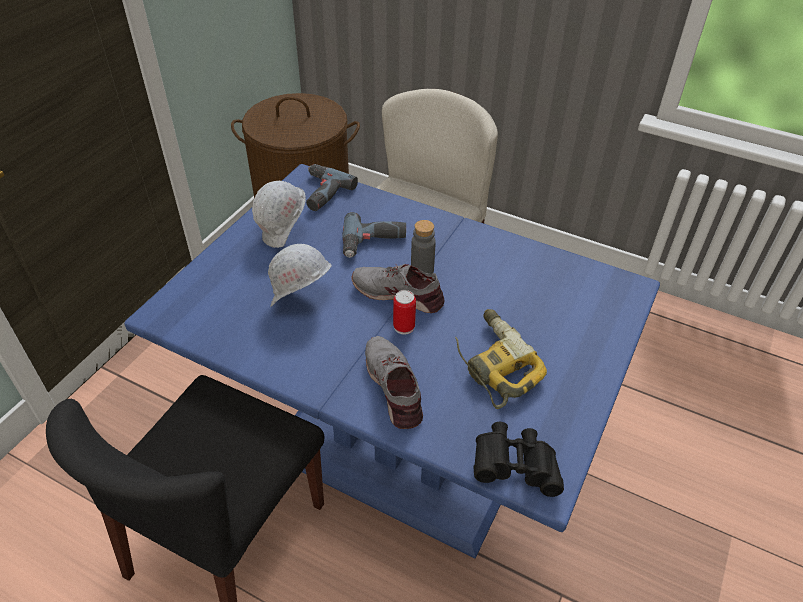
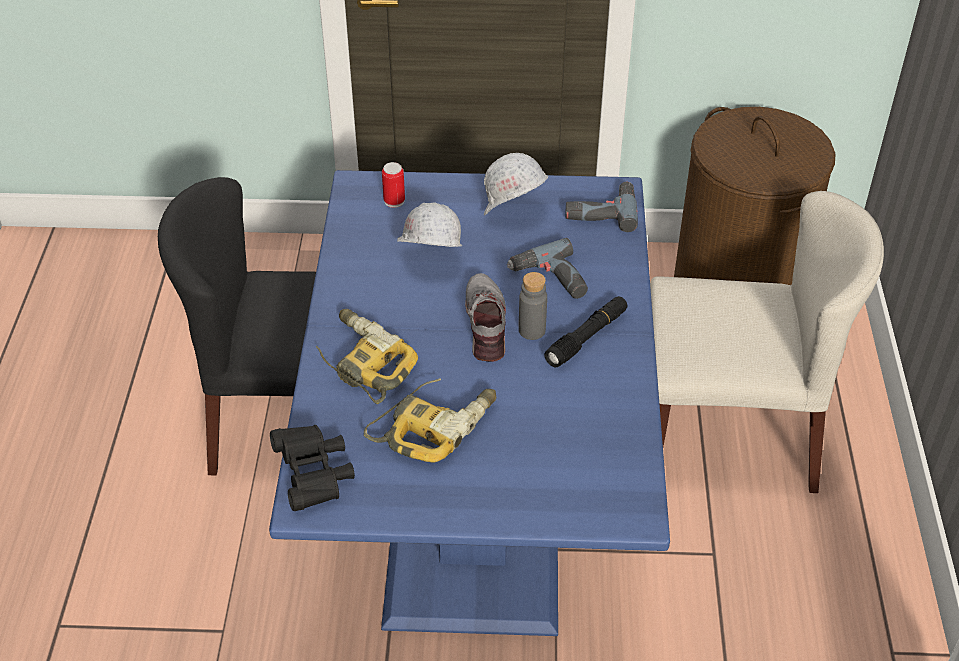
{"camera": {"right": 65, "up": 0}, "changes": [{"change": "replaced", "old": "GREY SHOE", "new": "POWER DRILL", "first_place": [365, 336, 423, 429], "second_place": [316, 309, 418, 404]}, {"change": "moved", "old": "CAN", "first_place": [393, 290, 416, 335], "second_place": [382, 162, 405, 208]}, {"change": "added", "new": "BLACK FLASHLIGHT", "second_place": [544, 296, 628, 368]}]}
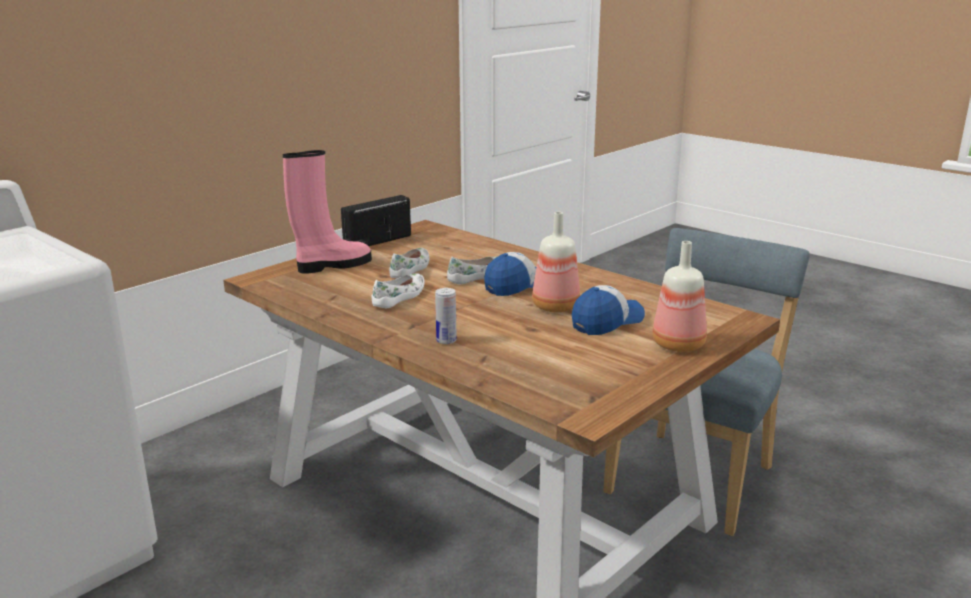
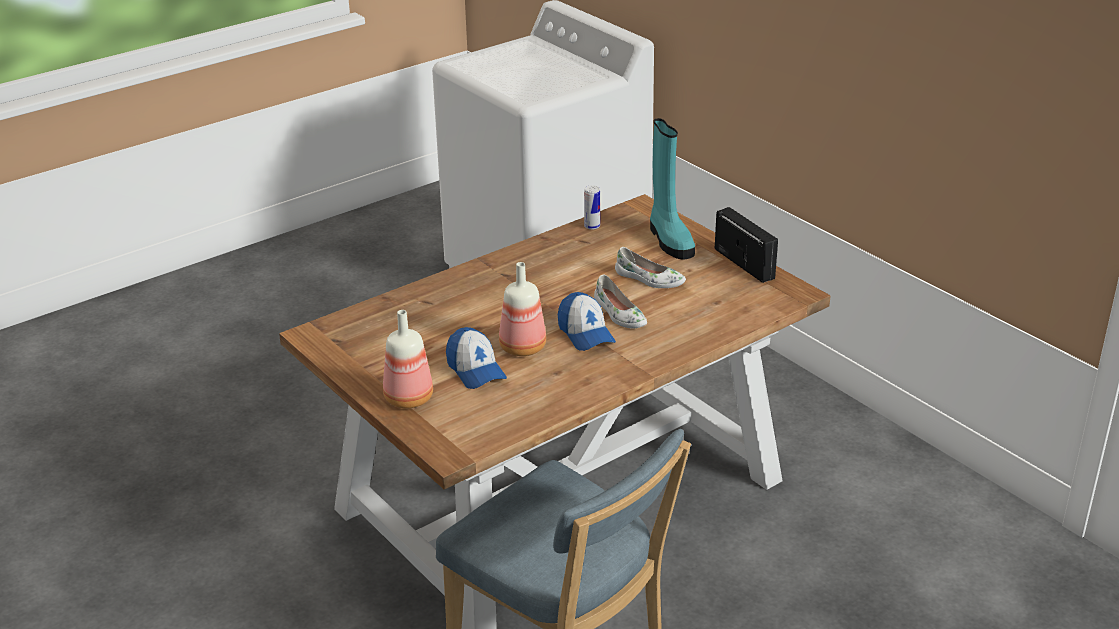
{"camera": {"right": 100, "up": 10}, "changes": [{"change": "recoloured", "old": "PINK BOOT", "new": "TURQUOISE BOOT", "first_place": [283, 150, 372, 274], "second_place": [650, 118, 695, 260]}, {"change": "removed", "old": "WHITE SHOE", "first_place": [372, 274, 425, 308]}, {"change": "moved", "old": "CAN", "first_place": [435, 288, 457, 344], "second_place": [584, 185, 600, 230]}]}
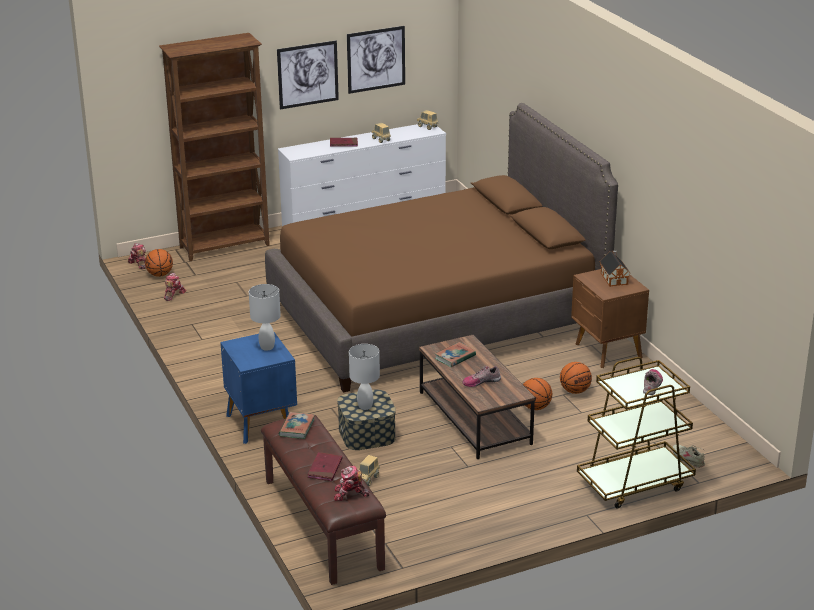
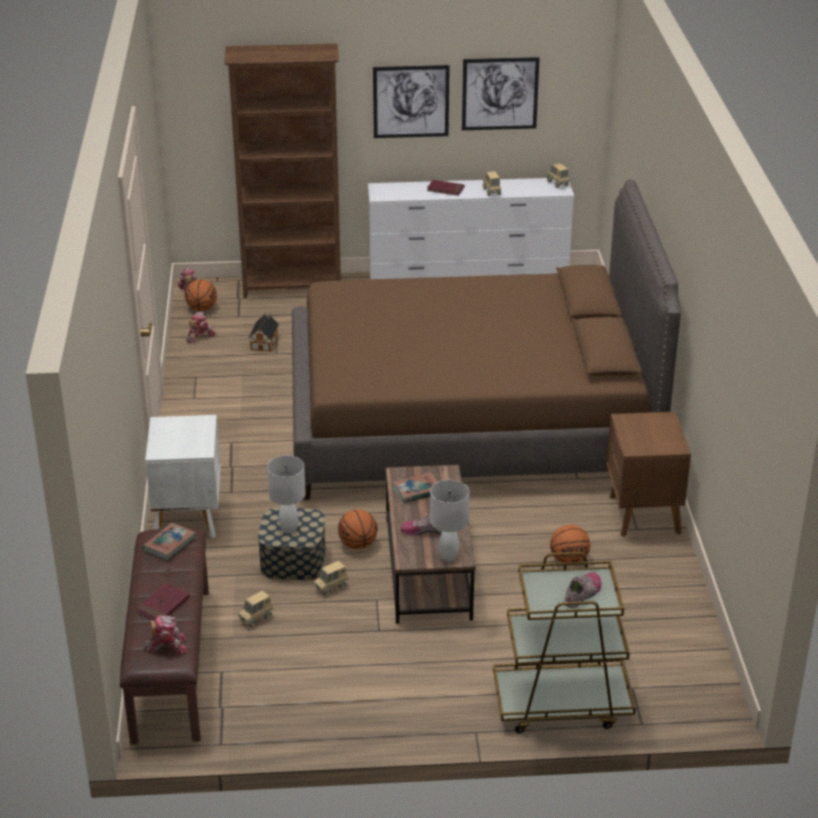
{"camera": {"right": 20, "up": 5}, "changes": [{"change": "recoloured", "old": "BLUE NIGHTSTAND", "new": "WHITE NIGHTSTAND", "first_place": [220, 332, 297, 444], "second_place": [145, 415, 220, 538]}, {"change": "moved", "old": "WHITE TABLE LAMP", "first_place": [249, 284, 281, 351], "second_place": [430, 480, 469, 561]}, {"change": "turned", "old": "TOY ROBOT", "first_place": [334, 466, 369, 501], "second_place": [144, 615, 188, 655], "degrees": 150}, {"change": "moved", "old": "BASKETBALL", "first_place": [523, 378, 552, 410], "second_place": [338, 509, 377, 549]}, {"change": "moved", "old": "TOY HOUSE", "first_place": [599, 250, 630, 287], "second_place": [248, 313, 279, 352]}, {"change": "removed", "old": "BEIGE SHOE", "first_place": [673, 444, 705, 468]}, {"change": "added", "new": "TOY TRUCK", "second_place": [314, 561, 349, 596]}]}
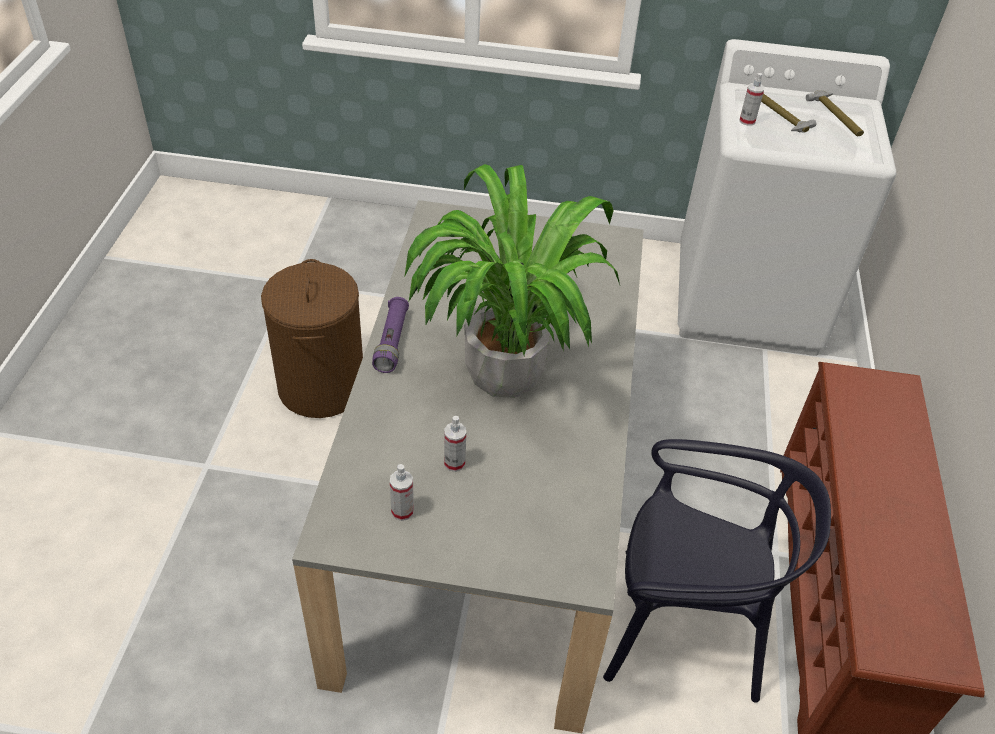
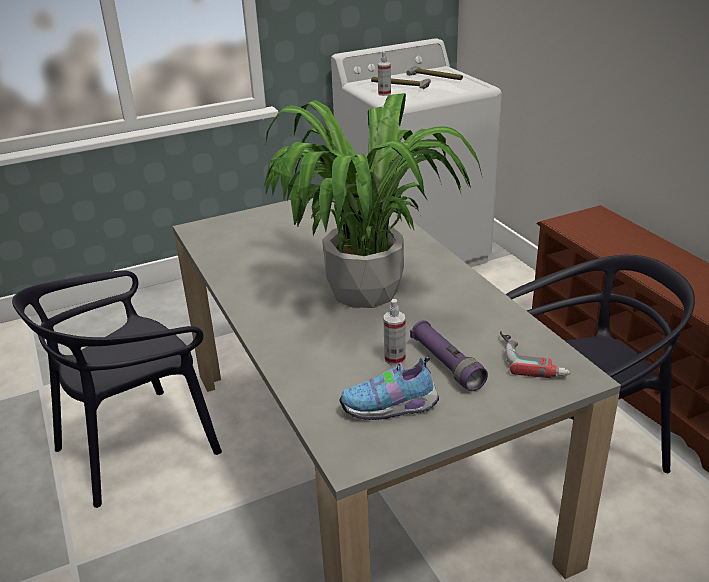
{"camera": {"right": -30, "up": -15}, "changes": [{"change": "replaced", "old": "BROWN LAUNDRY BASKET", "new": "BLACK CHAIR", "first_place": [261, 259, 363, 418], "second_place": [12, 270, 222, 508]}, {"change": "moved", "old": "PURPLE FLASHLIGHT", "first_place": [372, 297, 409, 373], "second_place": [410, 320, 488, 391]}, {"change": "replaced", "old": "SPRAY BOTTLE", "new": "SHOE", "first_place": [390, 464, 414, 521], "second_place": [340, 356, 439, 420]}, {"change": "added", "new": "POWER DRILL", "second_place": [500, 331, 570, 378]}]}
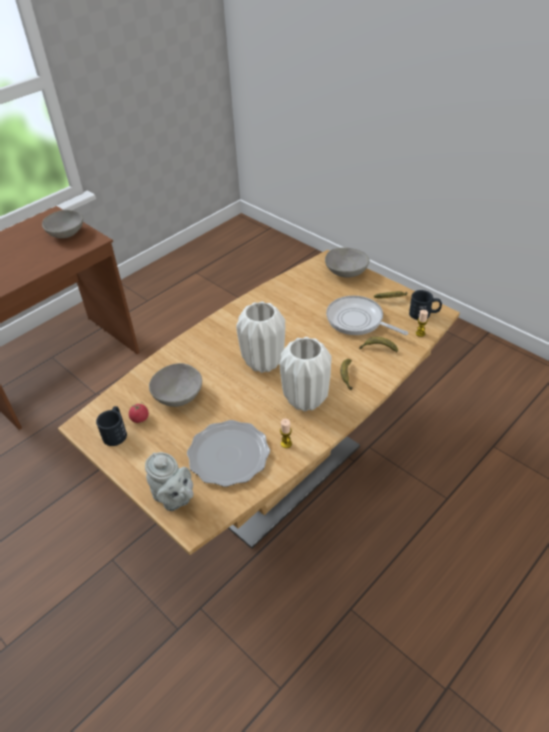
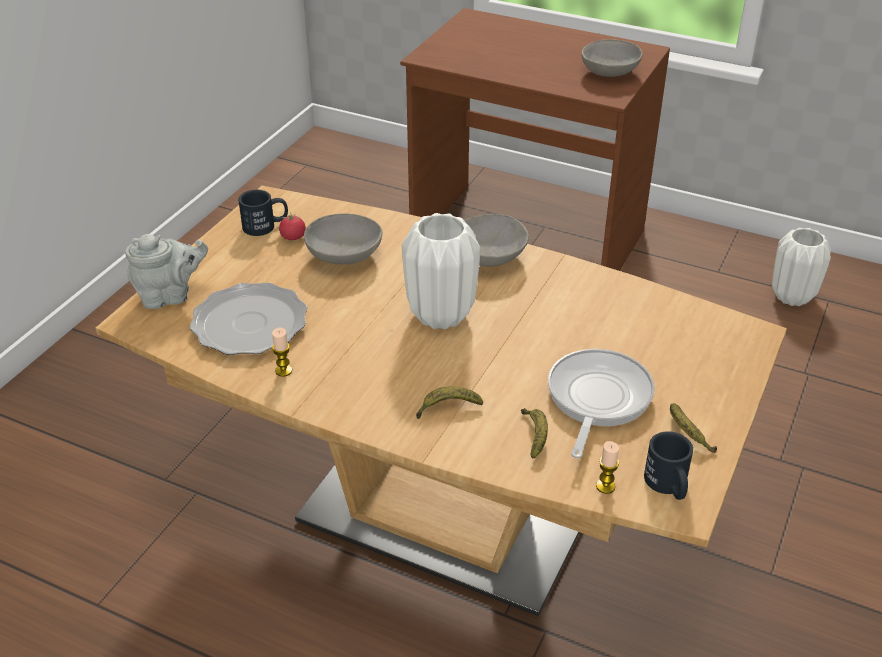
{"camera": {"right": 70, "up": -5}, "changes": [{"change": "turned", "old": "GREY TEAPOT", "first_place": [145, 452, 193, 511], "second_place": [125, 234, 208, 309], "degrees": -135}, {"change": "moved", "old": "WHITE VASE", "first_place": [280, 337, 332, 411], "second_place": [772, 228, 831, 306]}, {"change": "moved", "old": "GREY BOWL", "first_place": [325, 248, 369, 278], "second_place": [464, 214, 529, 267]}]}
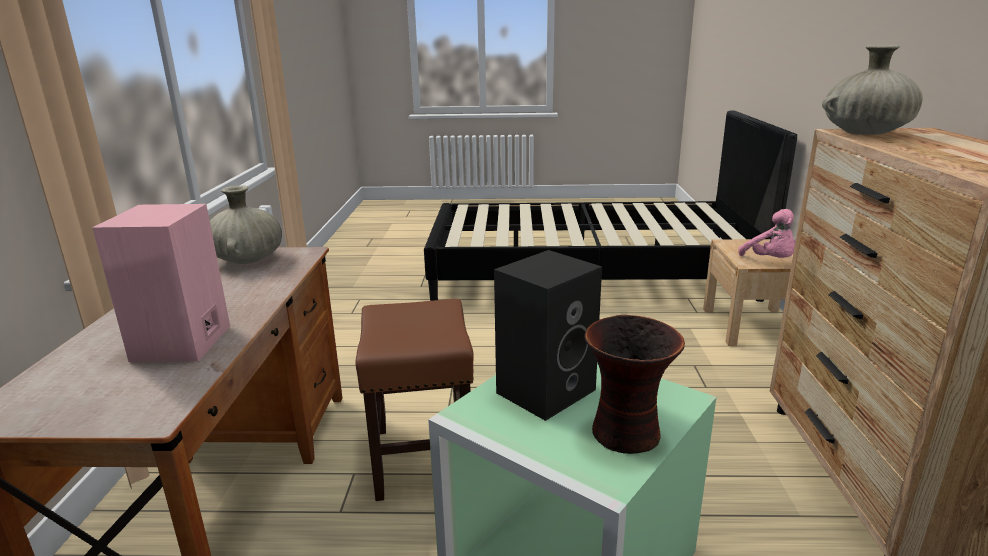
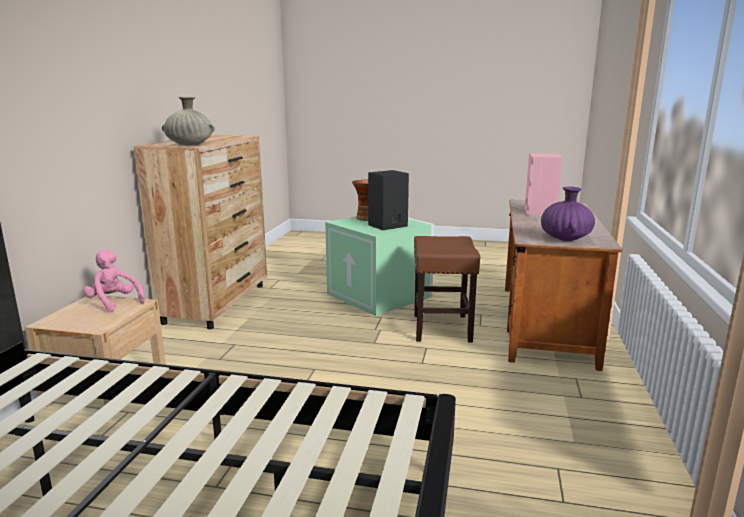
{"camera": {"right": -170, "up": -5}, "changes": [{"change": "recoloured", "old": "BEIGE VASE", "new": "PURPLE VASE", "first_place": [210, 185, 282, 264], "second_place": [541, 187, 595, 241]}, {"change": "turned", "old": "PINK PLUSH TOY", "first_place": [738, 209, 796, 258], "second_place": [83, 249, 145, 312], "degrees": -45}]}
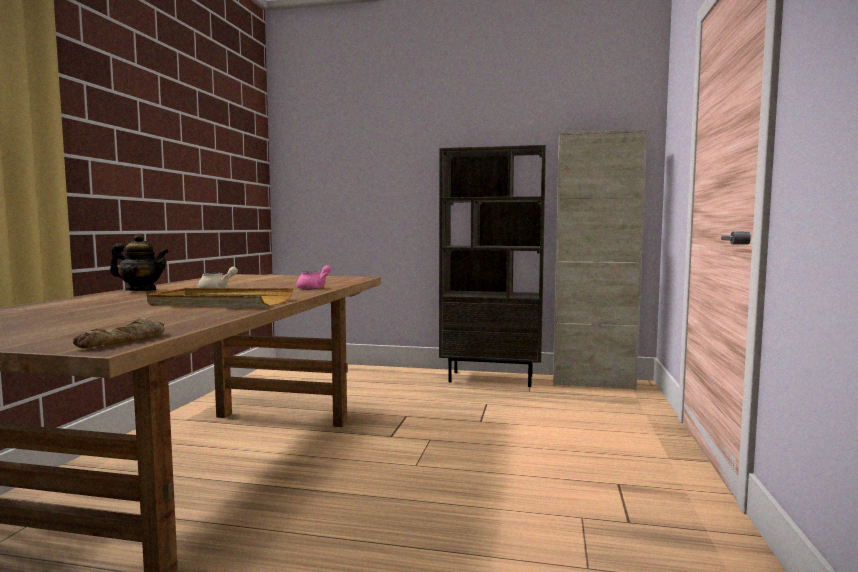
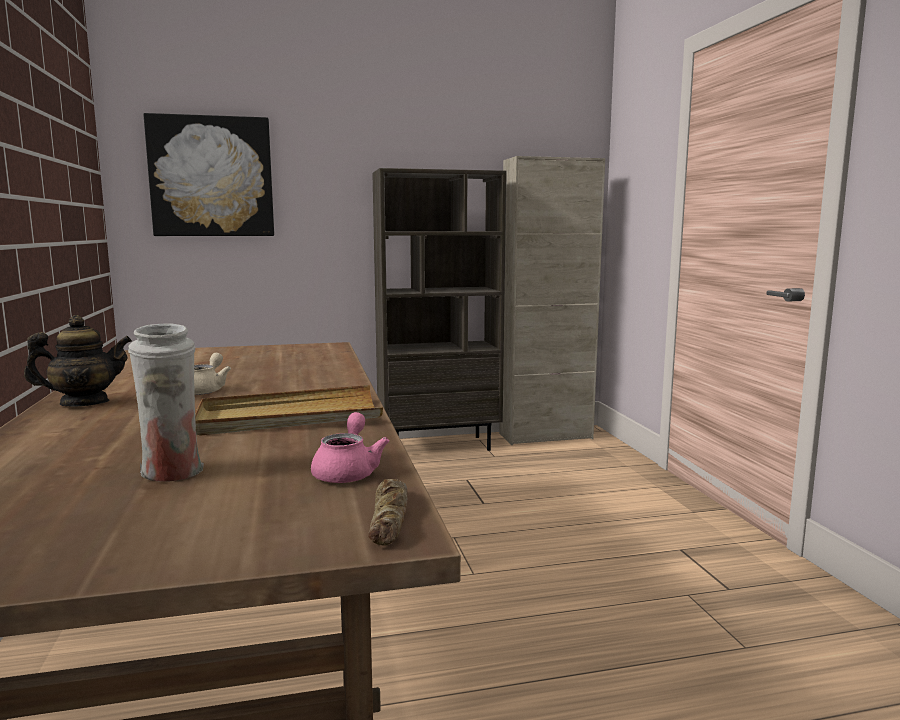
{"camera": {"right": -25, "up": 5}, "changes": [{"change": "moved", "old": "PINK TEAPOT", "first_place": [296, 265, 331, 290], "second_place": [311, 412, 389, 483]}, {"change": "added", "new": "WHITE VASE", "second_place": [128, 324, 204, 482]}, {"change": "added", "new": "PICTURE", "second_place": [143, 113, 274, 236]}]}
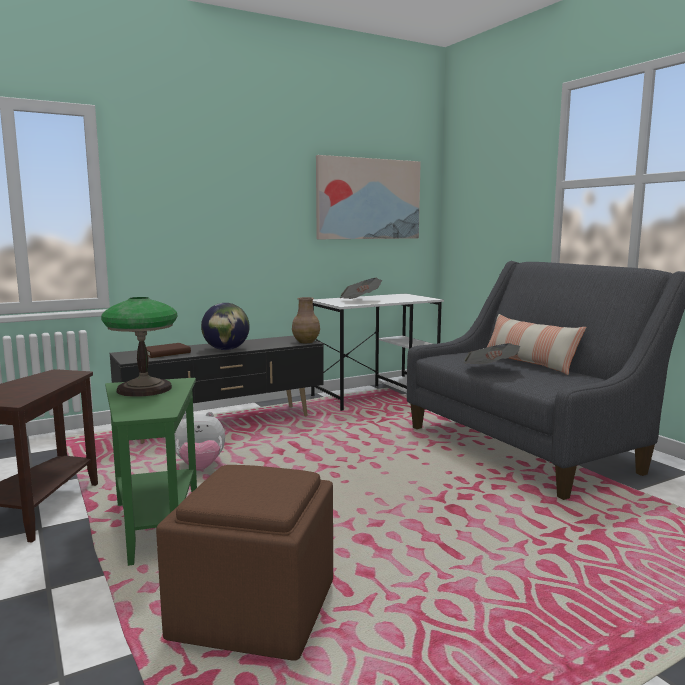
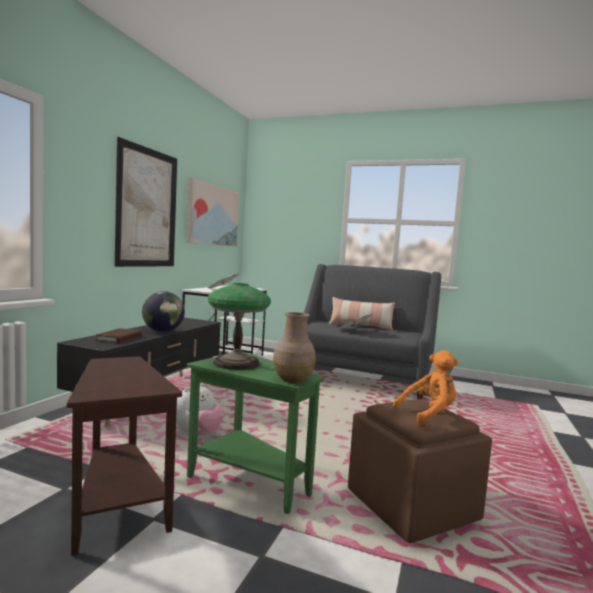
{"camera": {"right": -40, "up": -5}, "changes": [{"change": "moved", "old": "BROWN VASE", "first_place": [292, 297, 320, 343], "second_place": [273, 312, 316, 383]}, {"change": "added", "new": "PICTURE", "second_place": [115, 137, 177, 267]}, {"change": "added", "new": "ORANGE PLUSH TOY", "second_place": [393, 350, 459, 425]}]}
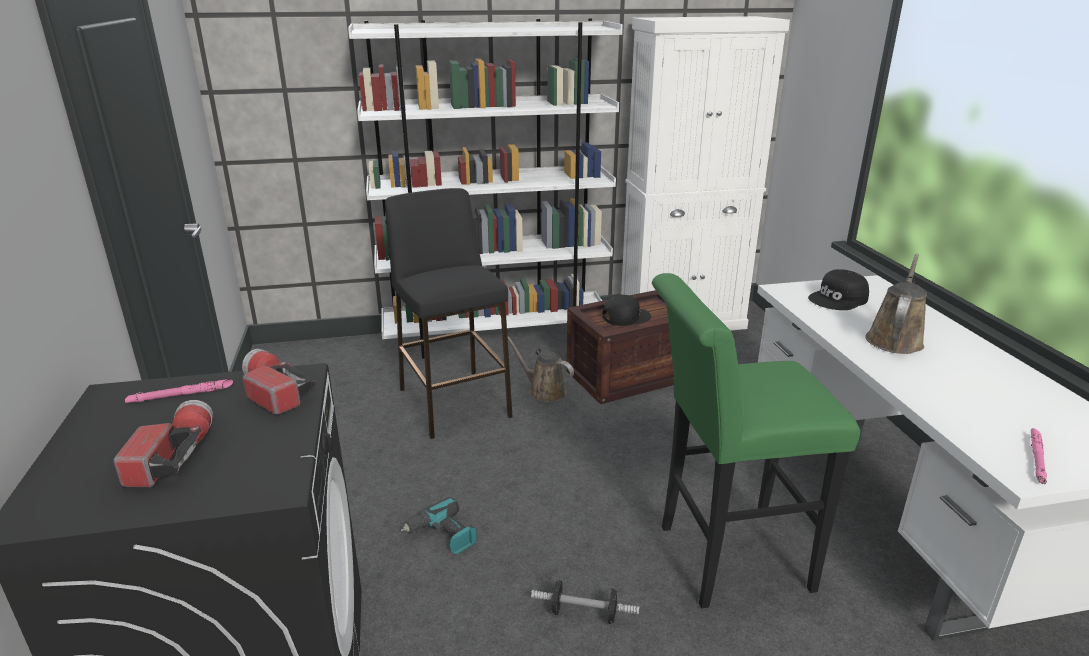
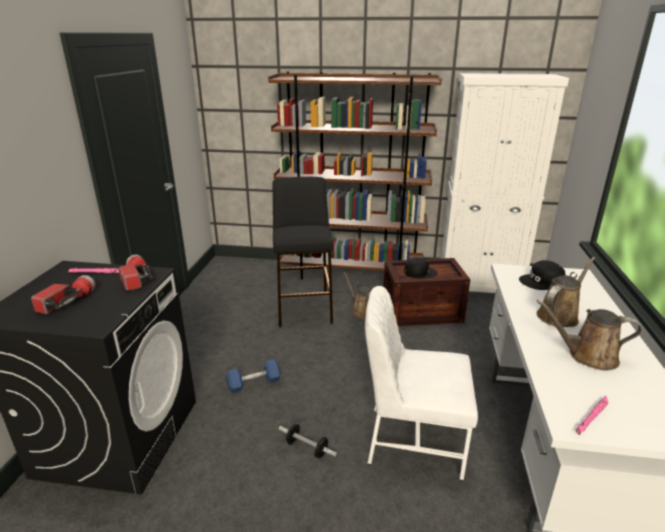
{"camera": {"right": 20, "up": 0}, "changes": [{"change": "recoloured", "old": "WHITE BOOKCASE", "new": "BROWN BOOKCASE", "first_place": [348, 18, 623, 359], "second_place": [268, 72, 442, 279]}, {"change": "replaced", "old": "POWER DRILL", "new": "BLUE DUMBBELL", "first_place": [401, 497, 477, 555], "second_place": [226, 359, 281, 393]}, {"change": "replaced", "old": "GREEN STOOL", "new": "WHITE CHAIR", "first_place": [652, 273, 860, 608], "second_place": [365, 286, 478, 481]}, {"change": "added", "new": "BROWN WATERING CAN", "second_place": [537, 300, 642, 370]}]}
